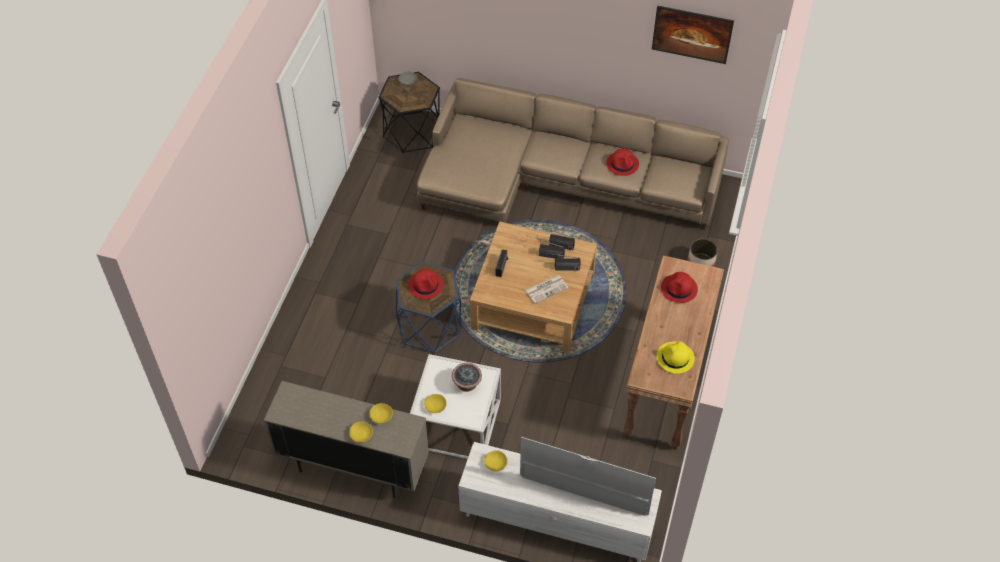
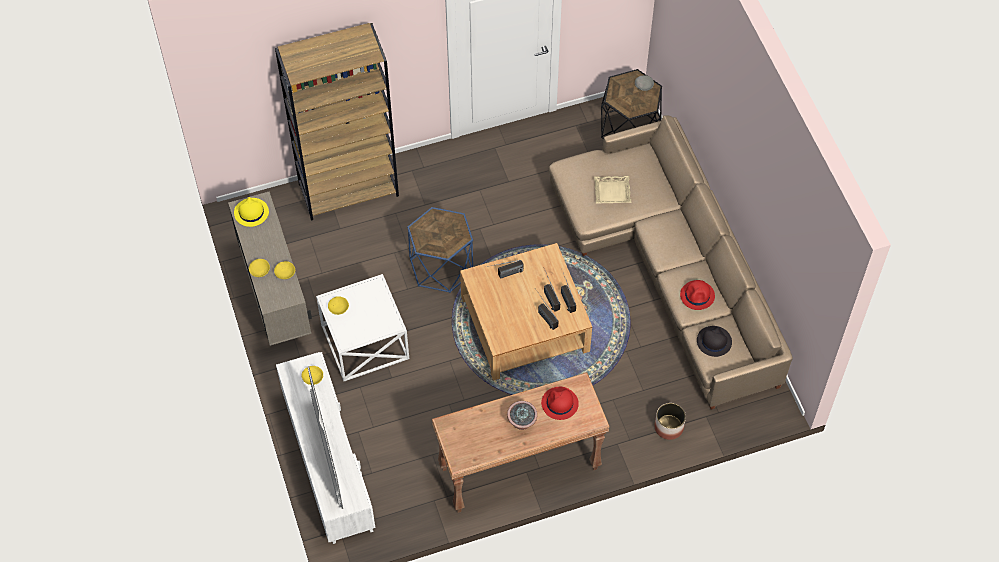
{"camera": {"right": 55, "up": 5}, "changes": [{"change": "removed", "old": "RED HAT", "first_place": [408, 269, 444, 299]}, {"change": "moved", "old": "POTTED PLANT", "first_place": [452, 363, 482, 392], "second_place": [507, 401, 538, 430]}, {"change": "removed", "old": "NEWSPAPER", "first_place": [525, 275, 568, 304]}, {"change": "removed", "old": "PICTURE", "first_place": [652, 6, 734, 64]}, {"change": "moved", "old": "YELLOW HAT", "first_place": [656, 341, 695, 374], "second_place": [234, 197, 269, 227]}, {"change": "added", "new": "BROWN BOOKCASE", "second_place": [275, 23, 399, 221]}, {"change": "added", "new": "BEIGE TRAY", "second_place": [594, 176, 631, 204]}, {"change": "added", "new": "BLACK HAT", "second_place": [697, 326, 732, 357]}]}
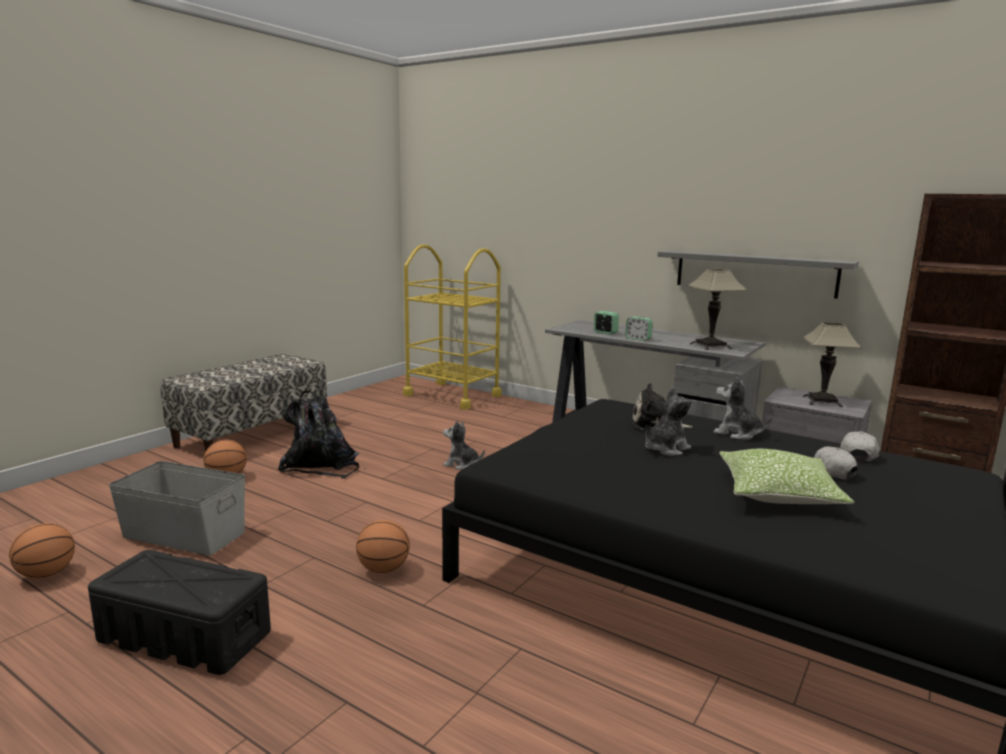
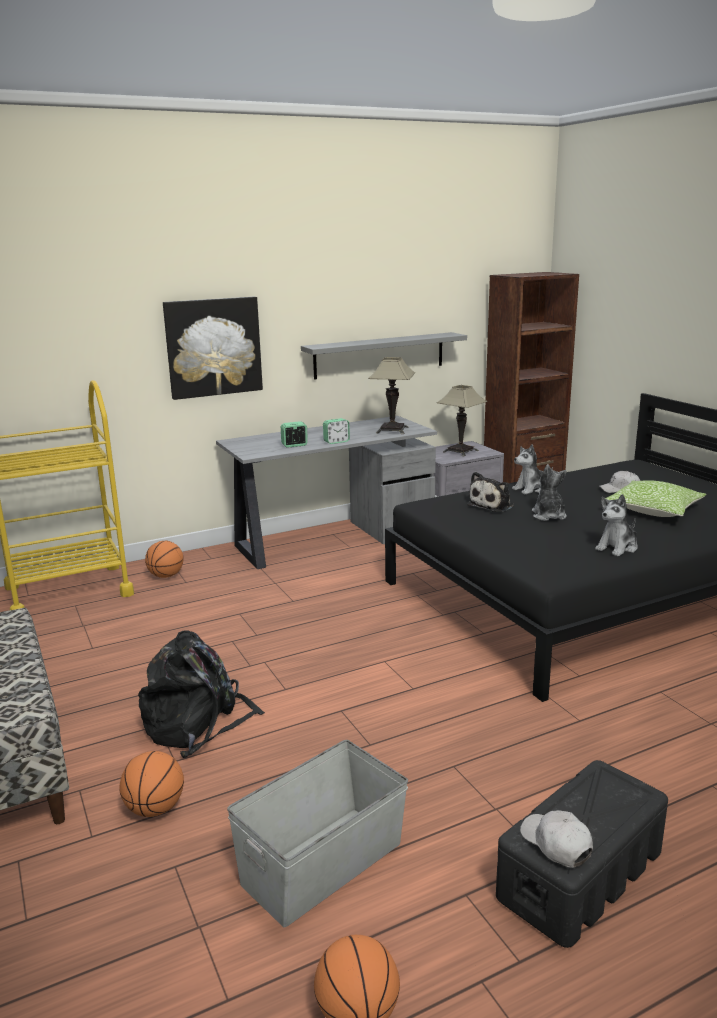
{"camera": {"right": -60, "up": 5}, "changes": [{"change": "moved", "old": "BASKETBALL", "first_place": [356, 520, 410, 573], "second_place": [145, 541, 184, 578]}, {"change": "moved", "old": "PLUSH TOY", "first_place": [443, 421, 485, 470], "second_place": [595, 494, 638, 556]}, {"change": "moved", "old": "WHITE CAP", "first_place": [840, 432, 879, 461], "second_place": [520, 810, 593, 868]}, {"change": "added", "new": "PICTURE", "second_place": [163, 297, 263, 400]}]}
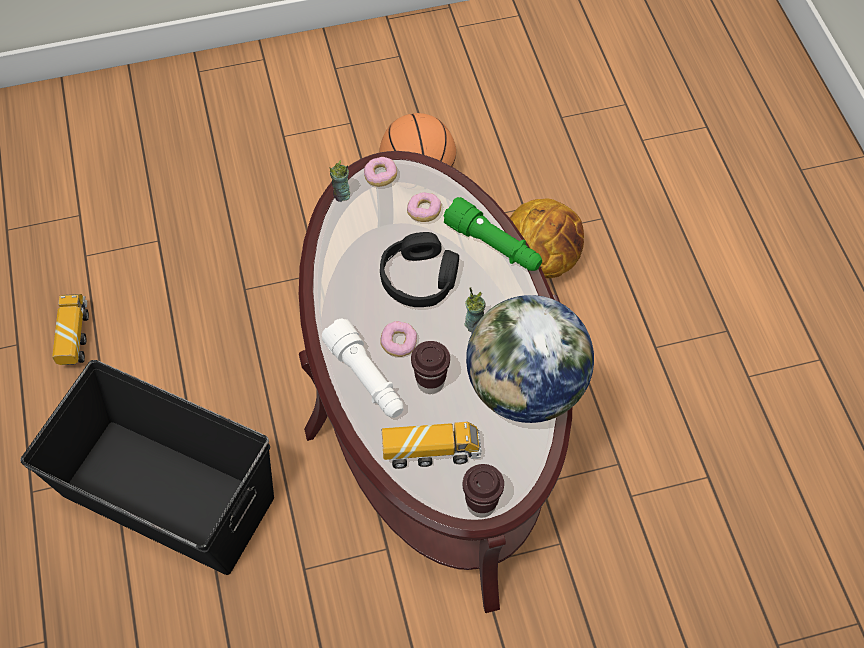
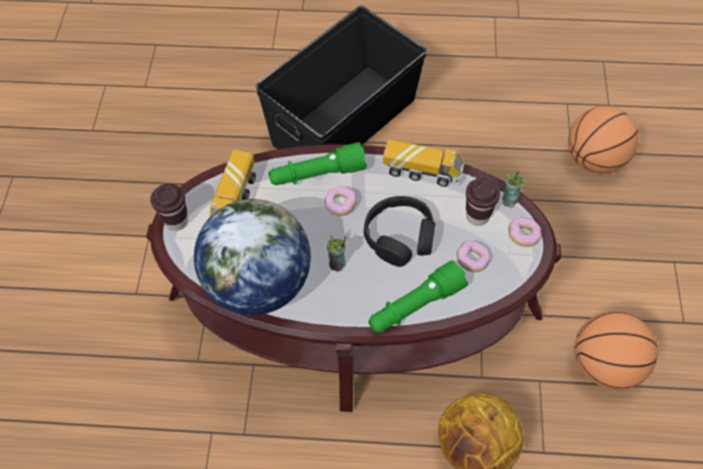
{"camera": {"right": 110, "up": 0}, "changes": [{"change": "moved", "old": "TOY TRUCK", "first_place": [52, 294, 89, 365], "second_place": [383, 139, 464, 187]}, {"change": "recoloured", "old": "WHITE FLASHLIGHT", "new": "GREEN FLASHLIGHT", "first_place": [322, 318, 403, 418], "second_place": [269, 142, 367, 185]}, {"change": "moved", "old": "BROWN CUP", "first_place": [411, 341, 450, 394], "second_place": [466, 178, 500, 226]}, {"change": "added", "new": "BASKETBALL", "second_place": [568, 106, 639, 174]}]}
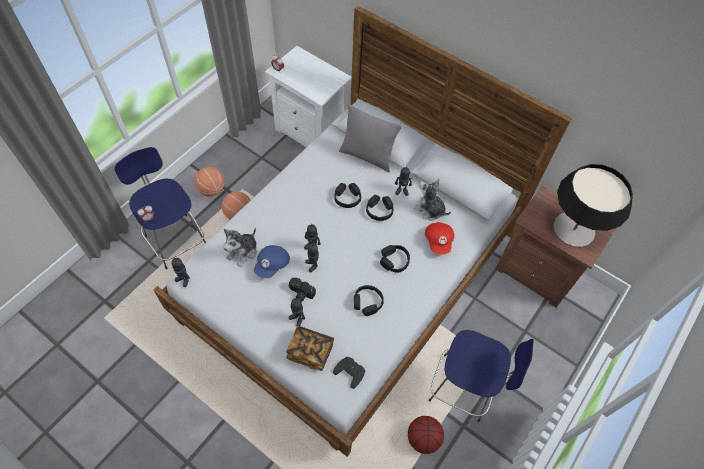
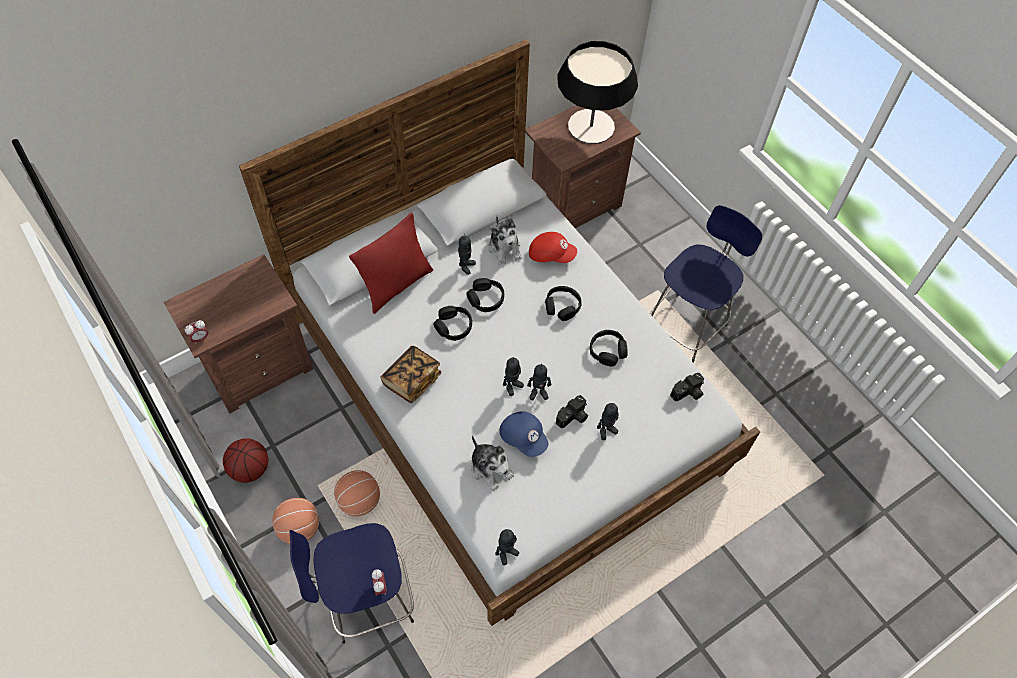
{"camera": {"right": -70, "up": 0}, "changes": [{"change": "recoloured", "old": "WHITE NIGHTSTAND", "new": "BROWN NIGHTSTAND", "first_place": [265, 46, 352, 147], "second_place": [163, 254, 313, 414]}, {"change": "moved", "old": "BOOK", "first_place": [286, 326, 334, 371], "second_place": [380, 346, 442, 403]}, {"change": "replaced", "old": "BLACK GAME CONTROLLER", "new": "PHOTO CAMERA", "first_place": [333, 356, 366, 389], "second_place": [670, 373, 704, 401]}, {"change": "recoloured", "old": "GREY PILLOW", "new": "RED PILLOW", "first_place": [339, 104, 402, 173], "second_place": [349, 212, 433, 314]}, {"change": "moved", "old": "BASKETBALL", "first_place": [408, 416, 444, 454], "second_place": [223, 438, 268, 483]}, {"change": "turned", "old": "PLUSH TOY", "first_place": [414, 179, 451, 221], "second_place": [488, 216, 522, 265], "degrees": -75}]}
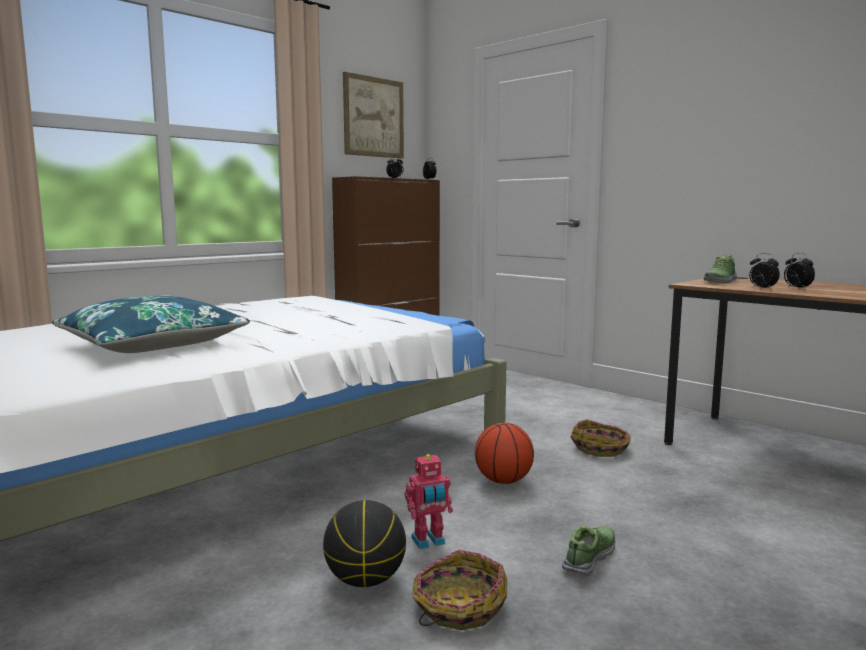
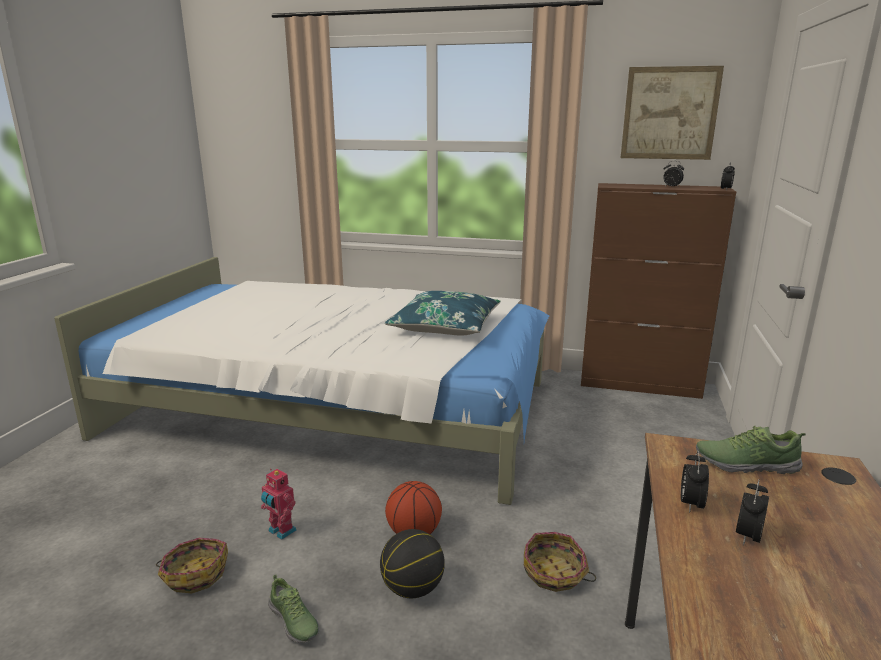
{"camera": {"right": 60, "up": 10}, "changes": [{"change": "moved", "old": "BLUE PILLOW", "first_place": [52, 295, 250, 353], "second_place": [385, 291, 500, 336]}, {"change": "moved", "old": "BASKETBALL", "first_place": [323, 500, 406, 587], "second_place": [380, 529, 445, 598]}, {"change": "turned", "old": "SHOE", "first_place": [562, 526, 616, 576], "second_place": [268, 574, 319, 643], "degrees": 45}]}
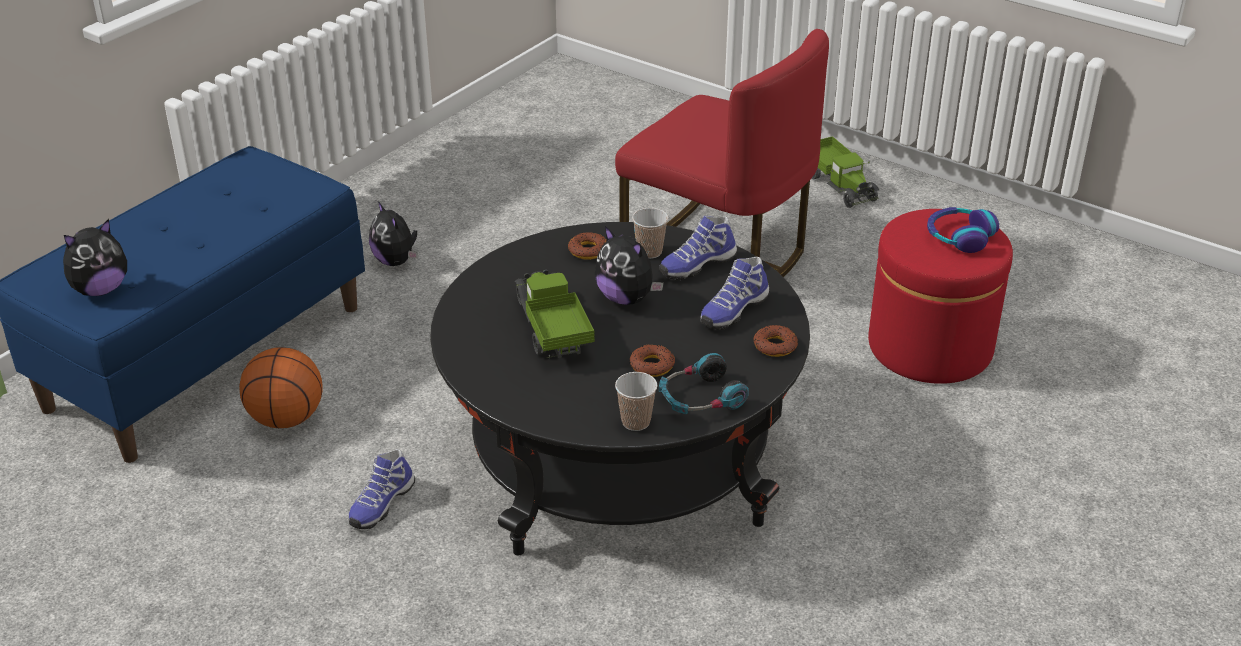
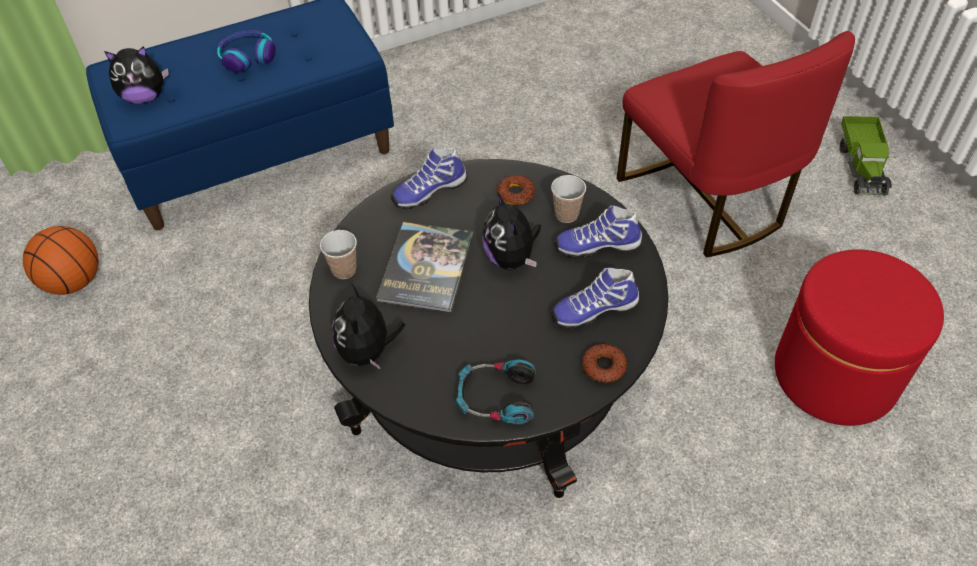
{"camera": {"right": 30, "up": 15}, "changes": [{"change": "moved", "old": "BASKETBALL", "first_place": [239, 347, 323, 428], "second_place": [23, 226, 99, 295]}, {"change": "moved", "old": "SHOE", "first_place": [349, 449, 415, 529], "second_place": [391, 148, 468, 209]}, {"change": "moved", "old": "PLUSH TOY", "first_place": [369, 201, 418, 266], "second_place": [332, 283, 405, 370]}, {"change": "replaced", "old": "TOY TRUCK", "new": "BOOK", "first_place": [515, 270, 595, 359], "second_place": [376, 222, 474, 313]}, {"change": "moved", "old": "CUP", "first_place": [615, 372, 657, 431], "second_place": [320, 230, 357, 279]}, {"change": "removed", "old": "DONUT", "first_place": [630, 344, 675, 377]}, {"change": "moved", "old": "HEADPHONES", "first_place": [927, 207, 999, 253], "second_place": [217, 30, 276, 72]}]}
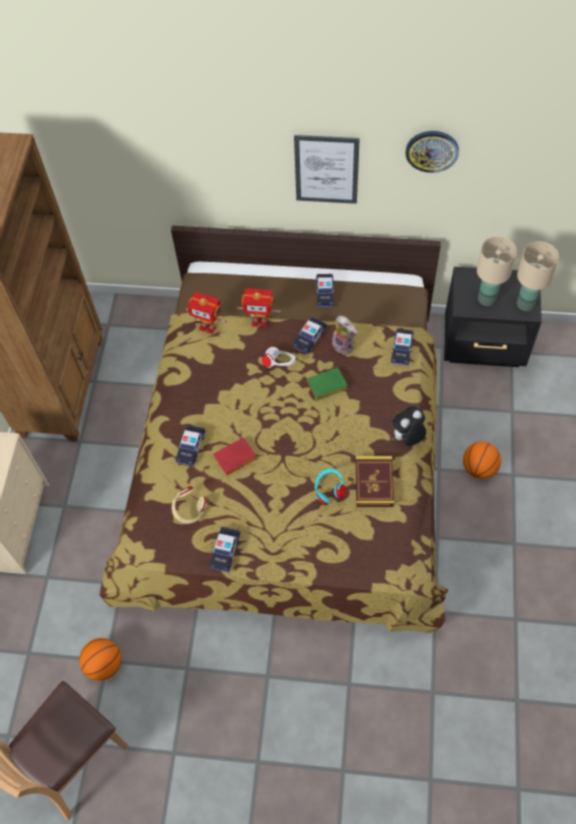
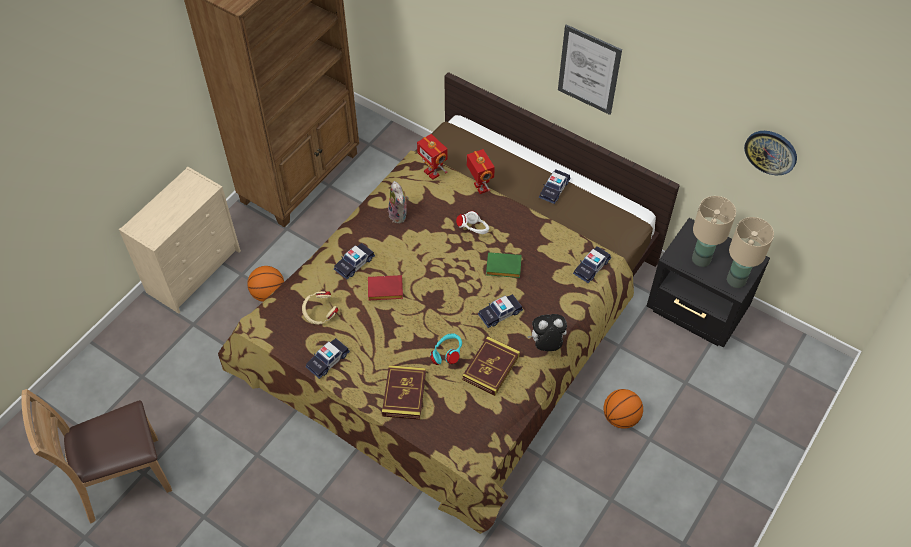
{"camera": {"right": 25, "up": -5}, "changes": [{"change": "moved", "old": "BASKETBALL", "first_place": [79, 638, 121, 681], "second_place": [247, 266, 284, 302]}, {"change": "turned", "old": "TOY ROBOT", "first_place": [236, 288, 281, 327], "second_place": [467, 149, 495, 194], "degrees": -150}, {"change": "moved", "old": "TOY CAR", "first_place": [293, 317, 327, 354], "second_place": [478, 294, 523, 328]}, {"change": "moved", "old": "PLUSH TOY", "first_place": [332, 316, 357, 355], "second_place": [388, 181, 409, 224]}, {"change": "moved", "old": "WALL CLOCK", "first_place": [406, 131, 459, 173], "second_place": [744, 131, 797, 175]}, {"change": "added", "new": "BOOK", "second_place": [382, 365, 426, 420]}]}
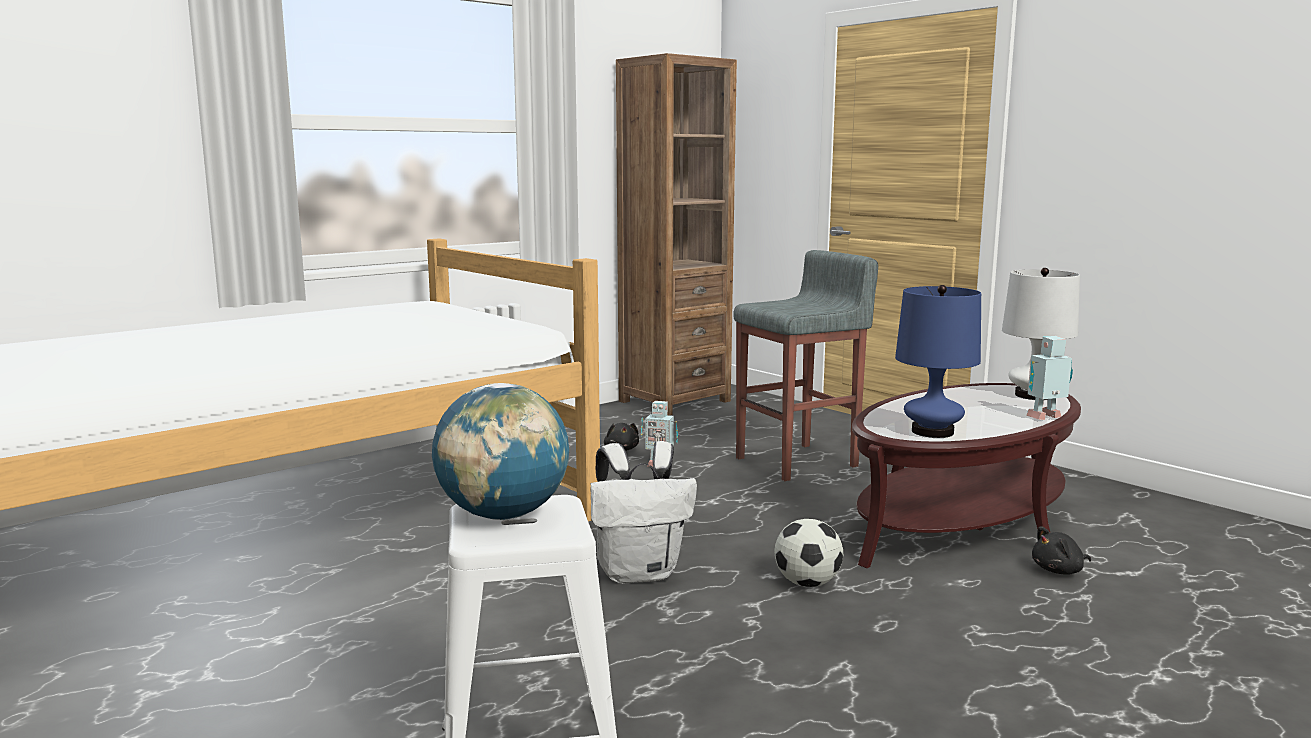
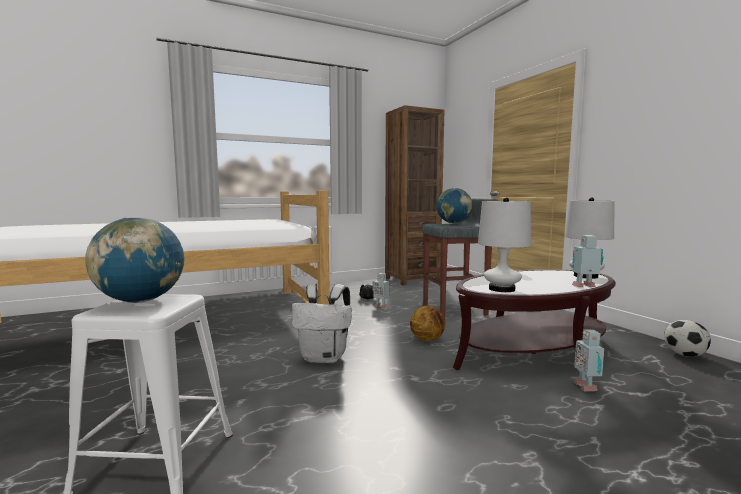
{"camera": {"right": 15, "up": -5}, "changes": [{"change": "moved", "old": "FOOTBALL", "first_place": [774, 519, 843, 587], "second_place": [664, 320, 711, 357]}, {"change": "recoloured", "old": "BLUE TABLE LAMP", "new": "WHITE TABLE LAMP", "first_place": [895, 285, 981, 438], "second_place": [478, 198, 531, 292]}, {"change": "replaced", "old": "BLACK PLUSH TOY", "new": "TOY ROBOT", "first_place": [1032, 526, 1091, 575], "second_place": [574, 329, 604, 392]}, {"change": "added", "new": "BASKETBALL", "second_place": [410, 305, 445, 341]}, {"change": "added", "new": "GLOBE", "second_place": [436, 188, 472, 224]}]}
